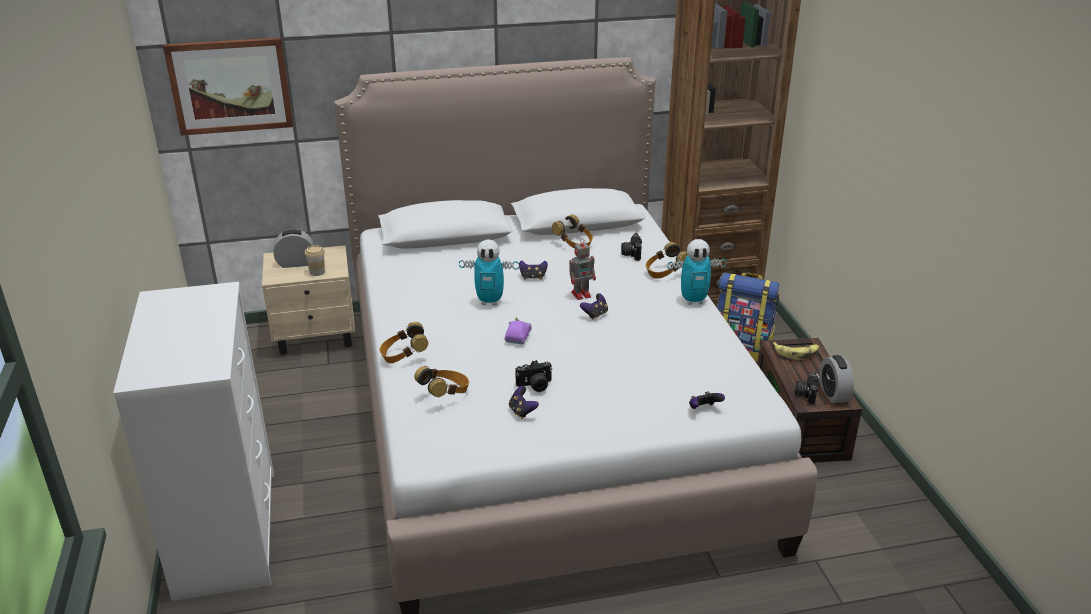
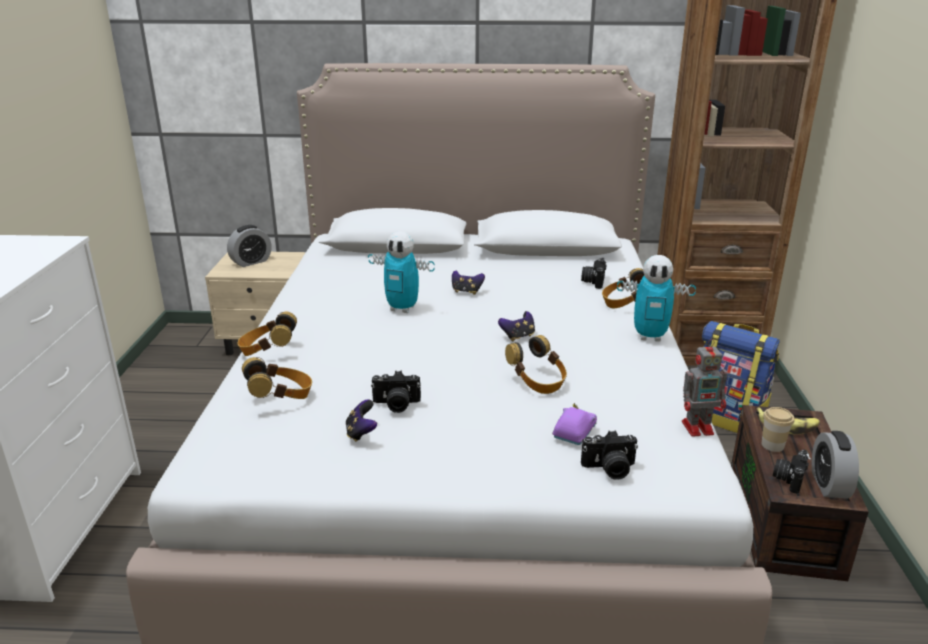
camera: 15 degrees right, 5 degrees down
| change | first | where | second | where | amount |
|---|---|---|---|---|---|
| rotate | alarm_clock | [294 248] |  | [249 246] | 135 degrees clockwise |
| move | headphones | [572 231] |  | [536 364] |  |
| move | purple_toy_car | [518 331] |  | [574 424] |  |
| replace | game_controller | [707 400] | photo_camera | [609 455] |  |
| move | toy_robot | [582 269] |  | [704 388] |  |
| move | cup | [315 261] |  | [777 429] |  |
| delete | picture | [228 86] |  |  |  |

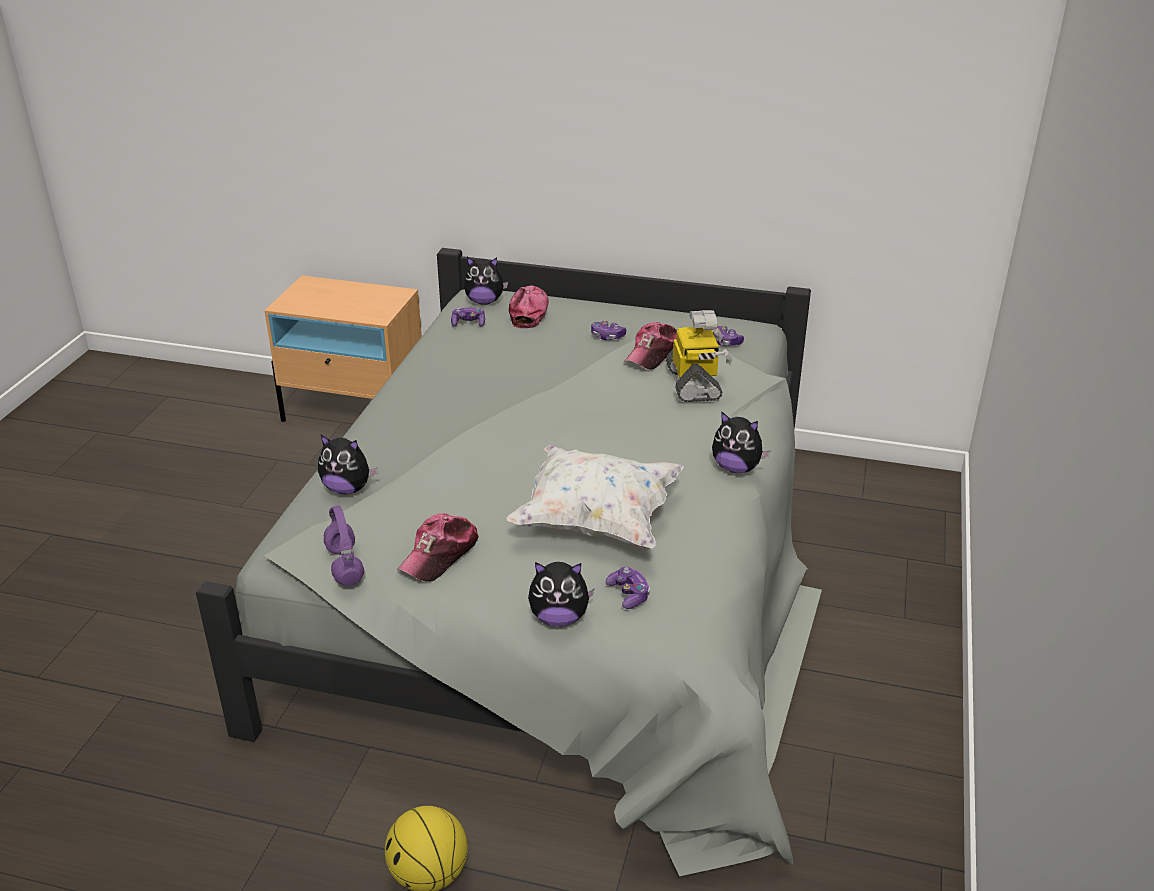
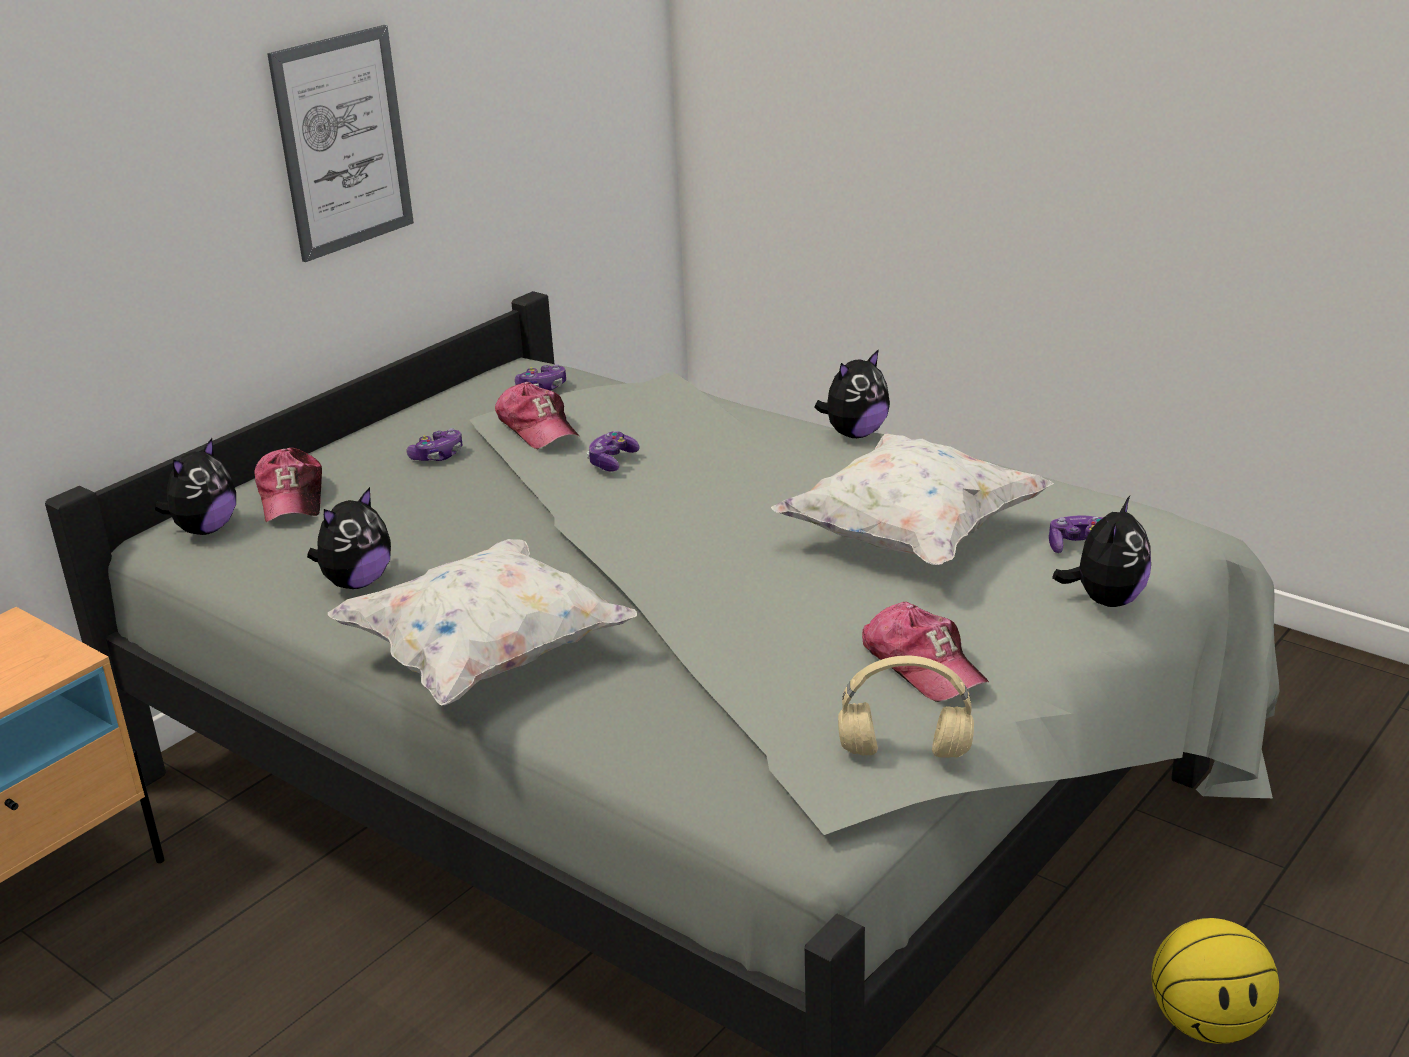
camera: 65 degrees left, 5 degrees down
| change | first | where | second | where | amount |
|---|---|---|---|---|---|
| rotate | cap | [529 307] |  | [288 485] | 135 degrees counterclockwise |
| insert |  |  | picture | [340 143] |  |
| move | plush_toy | [348 464] |  | [349 538] |  |
| insert |  |  | white_pillow | [482 622] |  |
| move | game_controller | [468 317] |  | [613 451] |  |
| recolor | purple_headphones | [344 546] | beige_headphones | [906 707] |  |
| delete | toy_robot | [699 356] |  |  |  |

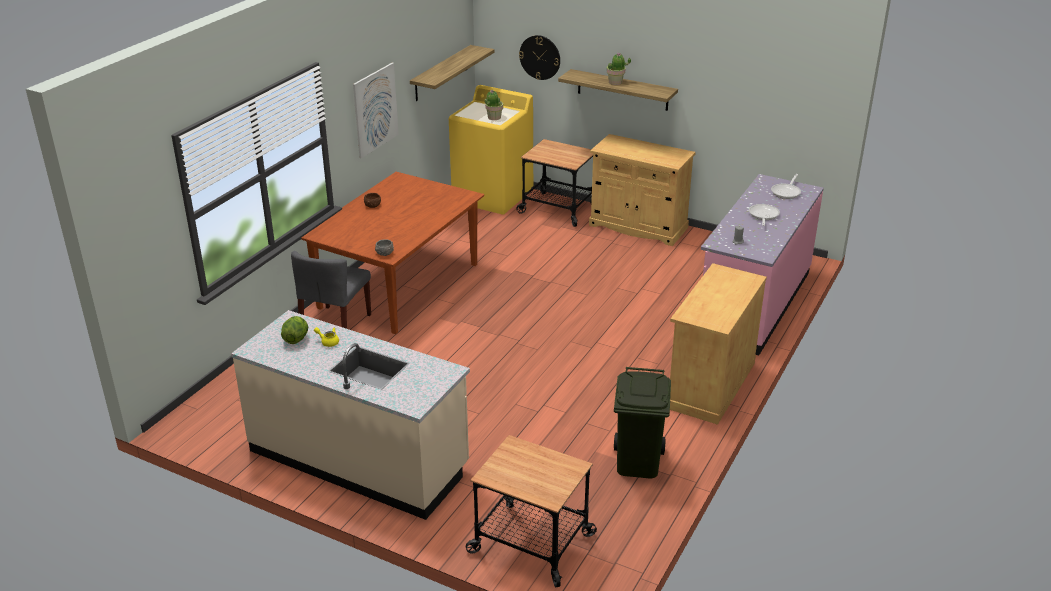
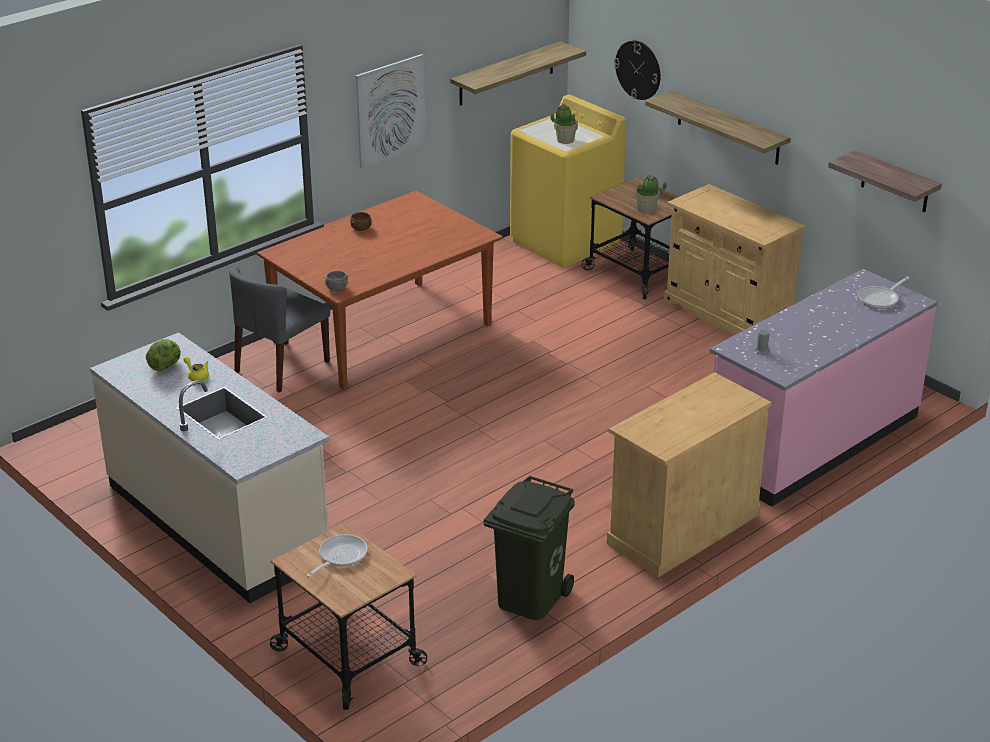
camera: 20 degrees right, 0 degrees up
| change | first | where | second | where | amount |
|---|---|---|---|---|---|
| move | frying_pan | [764 215] |  | [337 555] |  |
| move | potted_plant | [619 69] |  | [651 194] |  |
| insert |  |  | shelf | [885 181] |  |

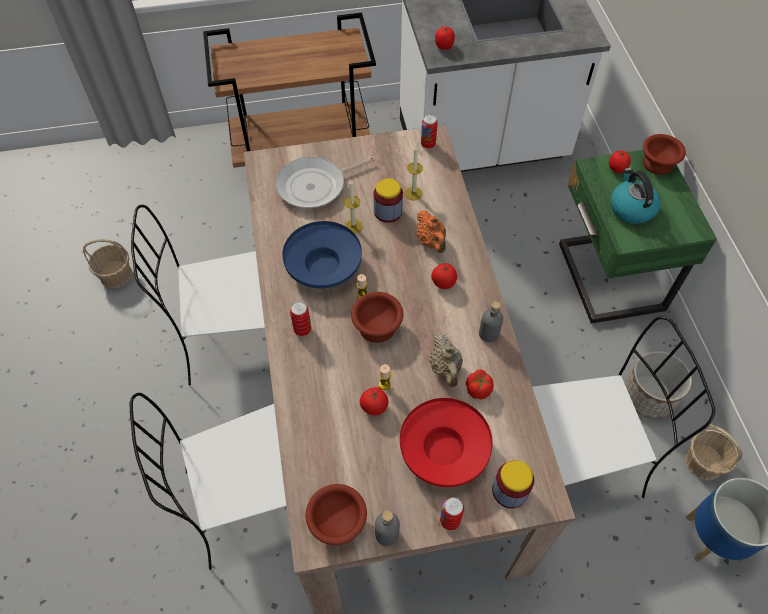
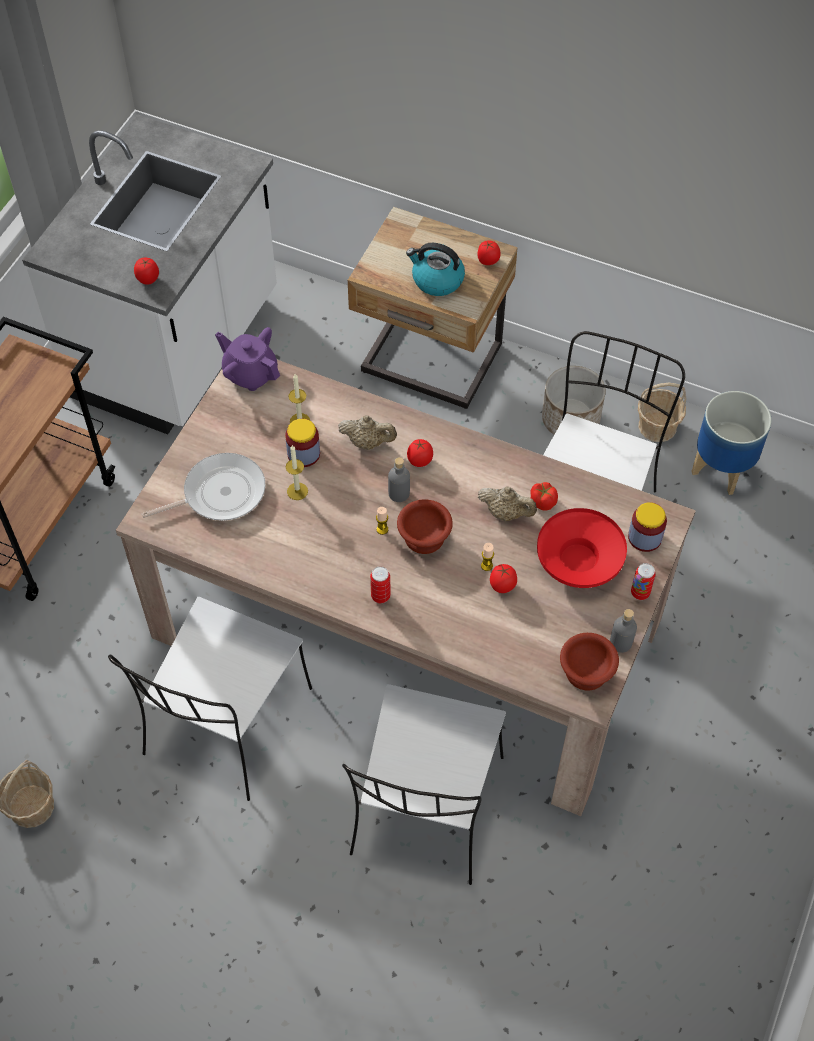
camera: 55 degrees left, 0 degrees up
| change | first | where | second | where | amount |
|---|---|---|---|---|---|
| rotate | frying_pan | [325 182] |  | [204 487] | 120 degrees counterclockwise |
| replace | can | [429 131] | purple_teapot | [247 359] |  |
| recolor | orange_teapot | [431 231] | beige_teapot | [367 432] |  |
| recolor | green_nightstand | [638 237] | beige_nightstand | [433 308] |  |
| move | grey_bottle | [491 322] |  | [399 479] |  |
| move | tomato | [620 162] |  | [489 252] |  |
| delete | blue_bowl | [322 254] |  |  |  |
| delete | brown_bowl | [664 154] |  |  |  |

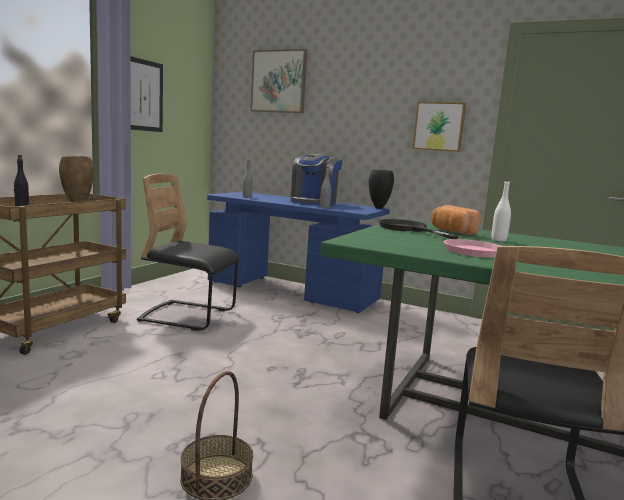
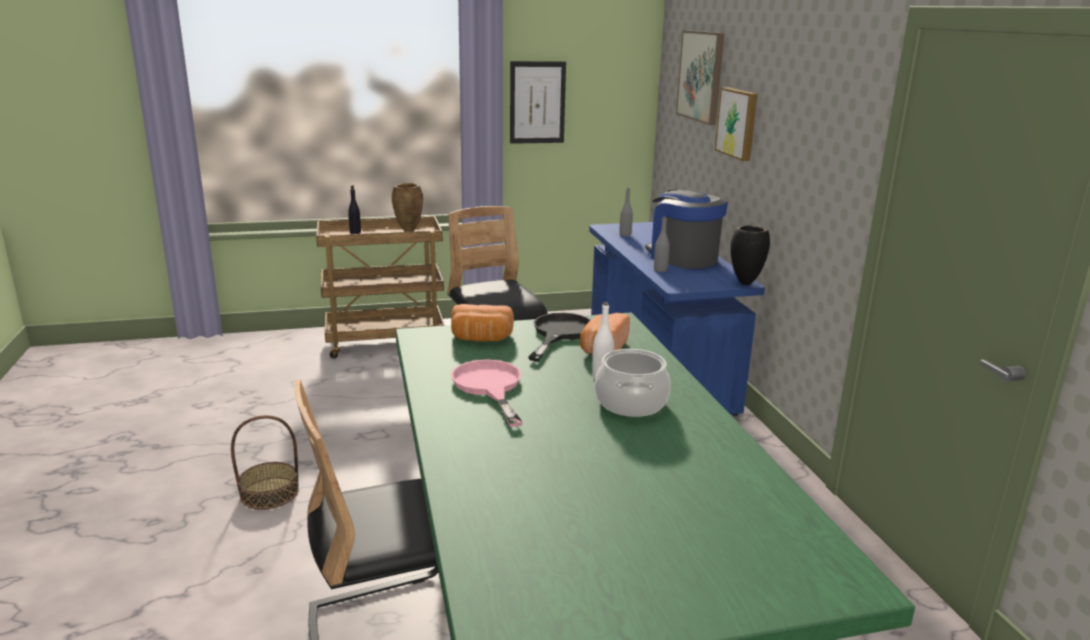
camera: 50 degrees right, 10 degrees up
| change | first | where | second | where | amount |
|---|---|---|---|---|---|
| insert |  |  | bread | [482 323] |  |
| insert |  |  | cooking_pot | [633 383] |  |
| rotate | coffee_machine | [317 179] |  | [686 229] | 75 degrees clockwise |
| move | picture | [439 127] |  | [736 124] |  |

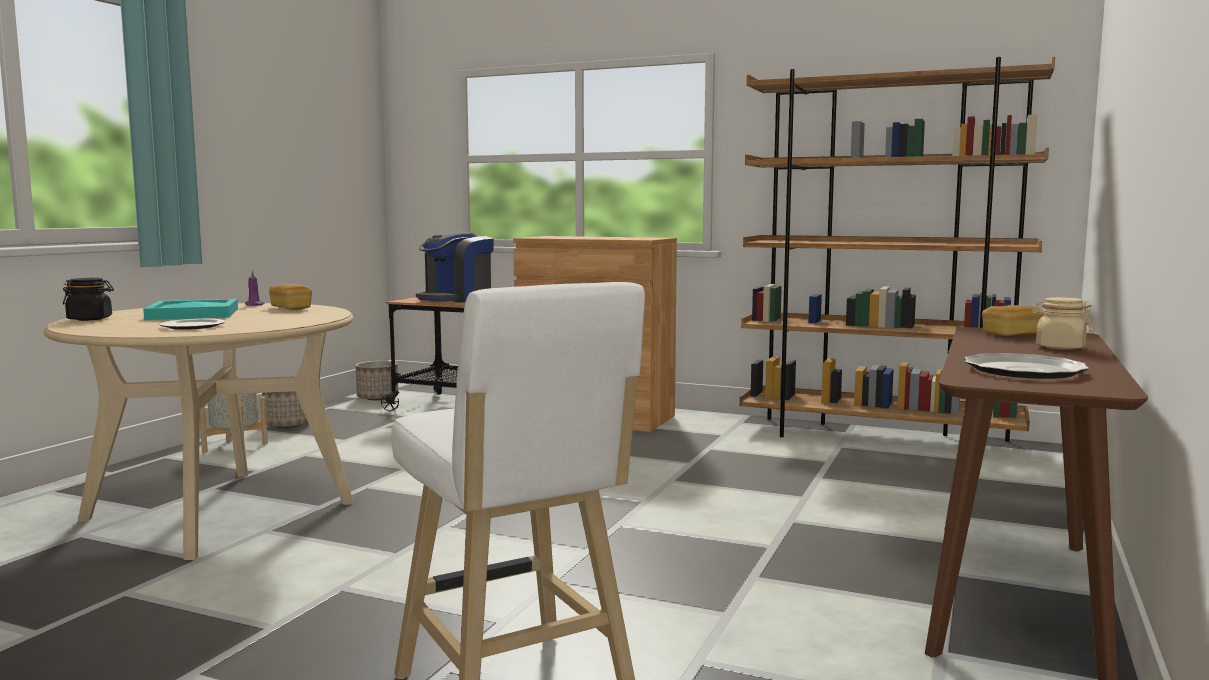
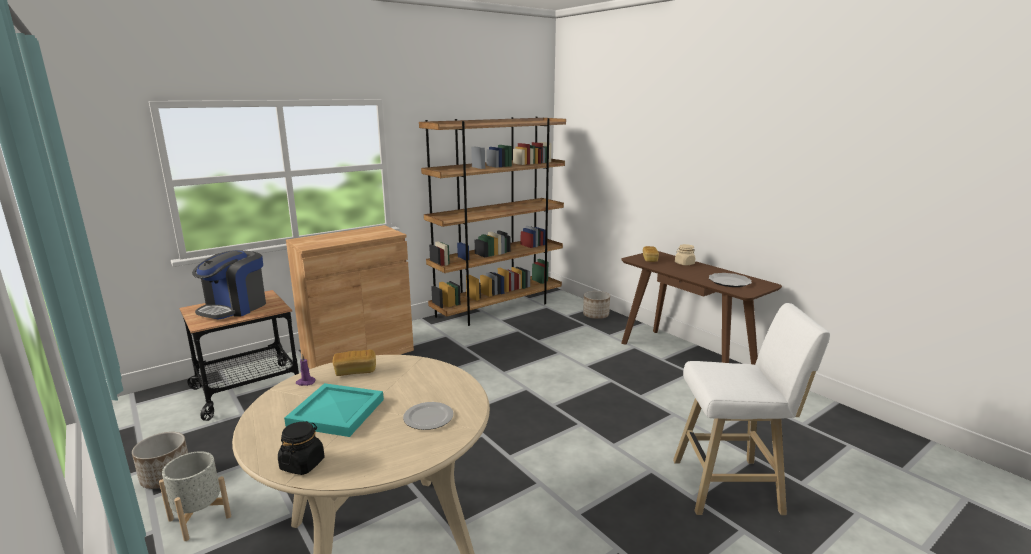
camera: 60 degrees left, 10 degrees up
| change | first | where | second | where | amount |
|---|---|---|---|---|---|
| rotate | coffee_machine | [455 267] |  | [229 284] | 45 degrees clockwise |
| move | planter | [377 380] |  | [596 305] |  |

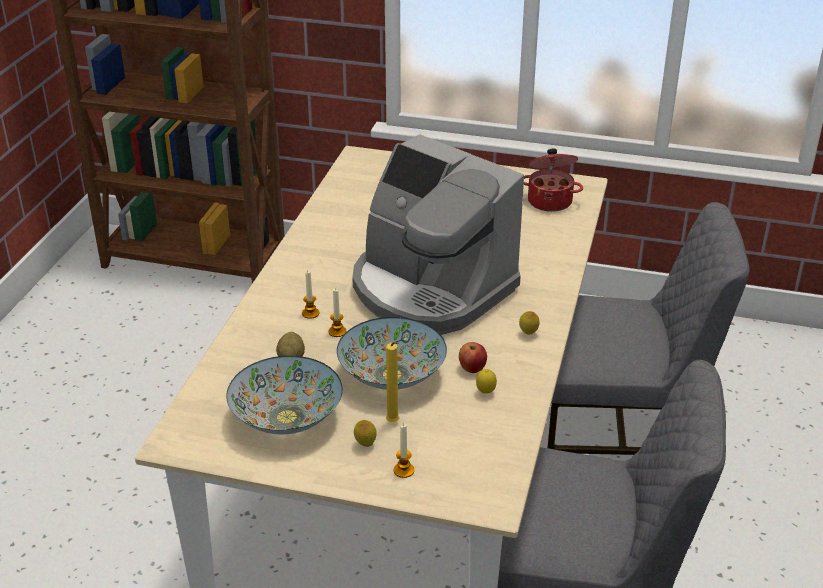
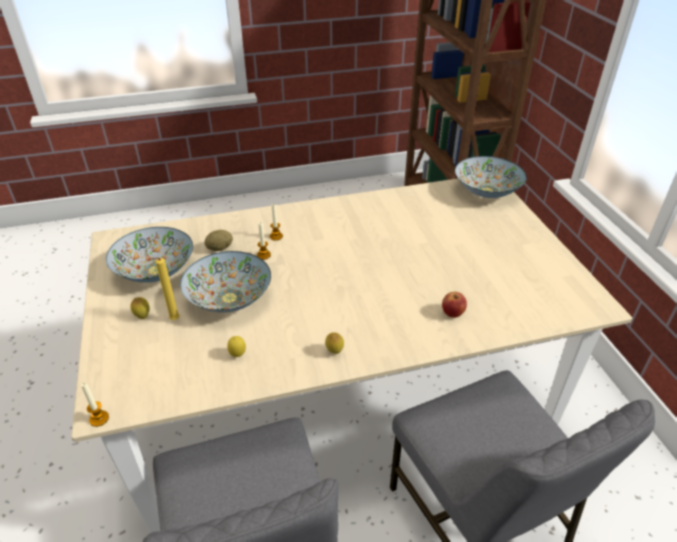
camera: 60 degrees right, 5 degrees up
| change | first | where | second | where | amount |
|---|---|---|---|---|---|
| move | candle | [404 451] |  | [95 405] |  |
| move | apple | [473 357] |  | [454 305] |  |
| insert |  |  | bowl | [491 177] |  |
| delete | coffee_machine | [438 234] |  |  |  |
| delete | cooking_pot | [553 180] |  |  |  |

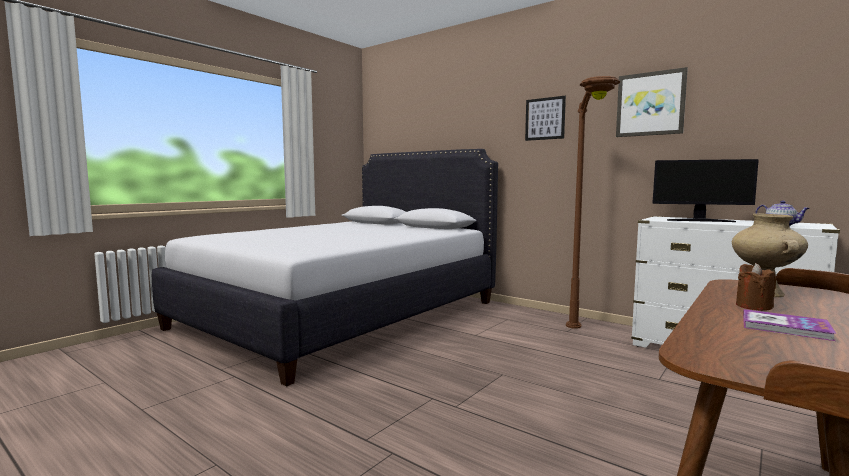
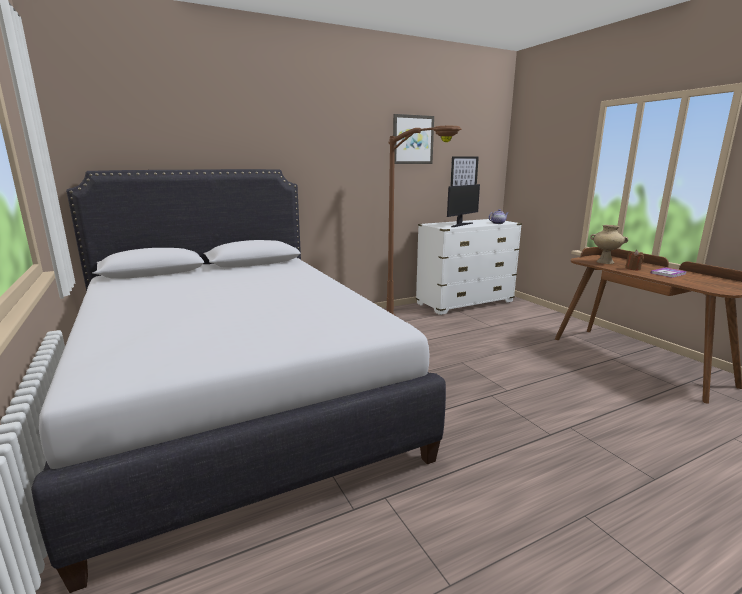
camera: 65 degrees left, 10 degrees up
| change | first | where | second | where | amount |
|---|---|---|---|---|---|
| move | picture | [545 118] |  | [464 171] |  |

